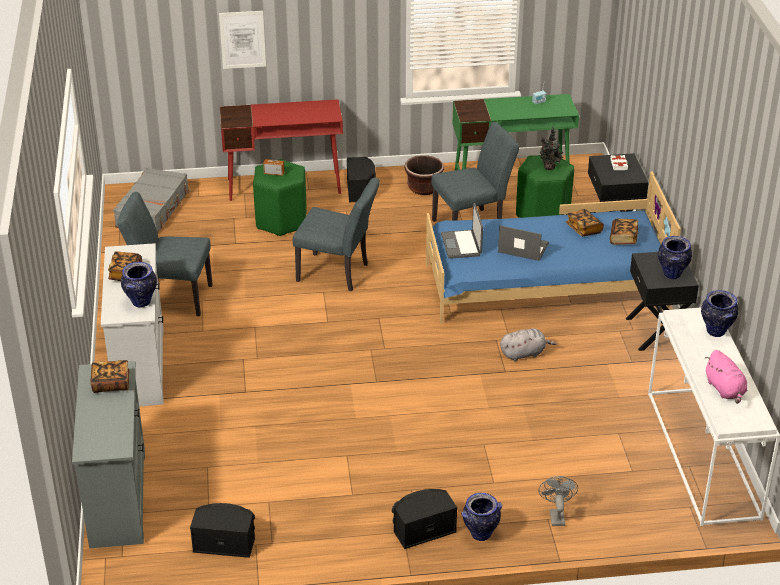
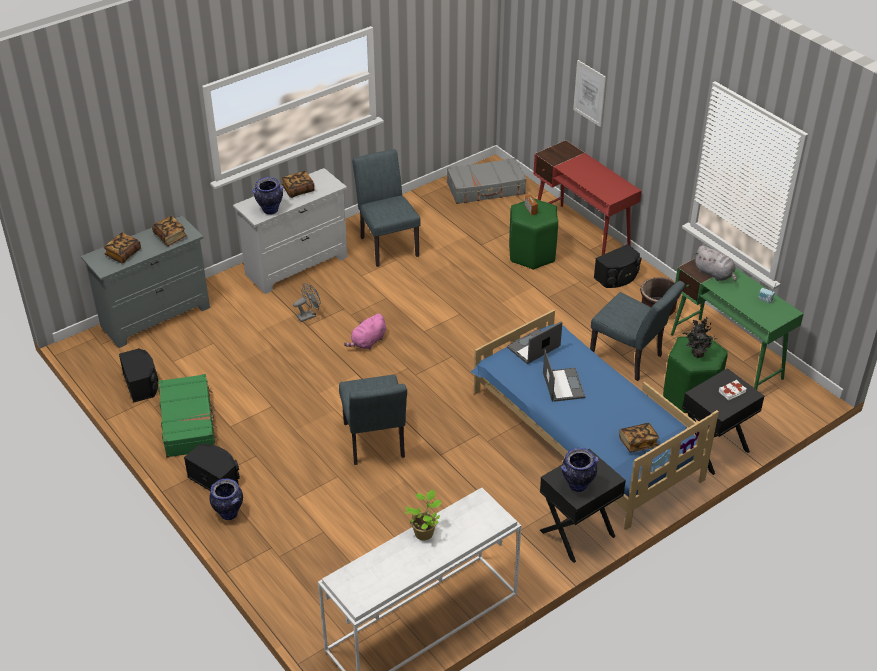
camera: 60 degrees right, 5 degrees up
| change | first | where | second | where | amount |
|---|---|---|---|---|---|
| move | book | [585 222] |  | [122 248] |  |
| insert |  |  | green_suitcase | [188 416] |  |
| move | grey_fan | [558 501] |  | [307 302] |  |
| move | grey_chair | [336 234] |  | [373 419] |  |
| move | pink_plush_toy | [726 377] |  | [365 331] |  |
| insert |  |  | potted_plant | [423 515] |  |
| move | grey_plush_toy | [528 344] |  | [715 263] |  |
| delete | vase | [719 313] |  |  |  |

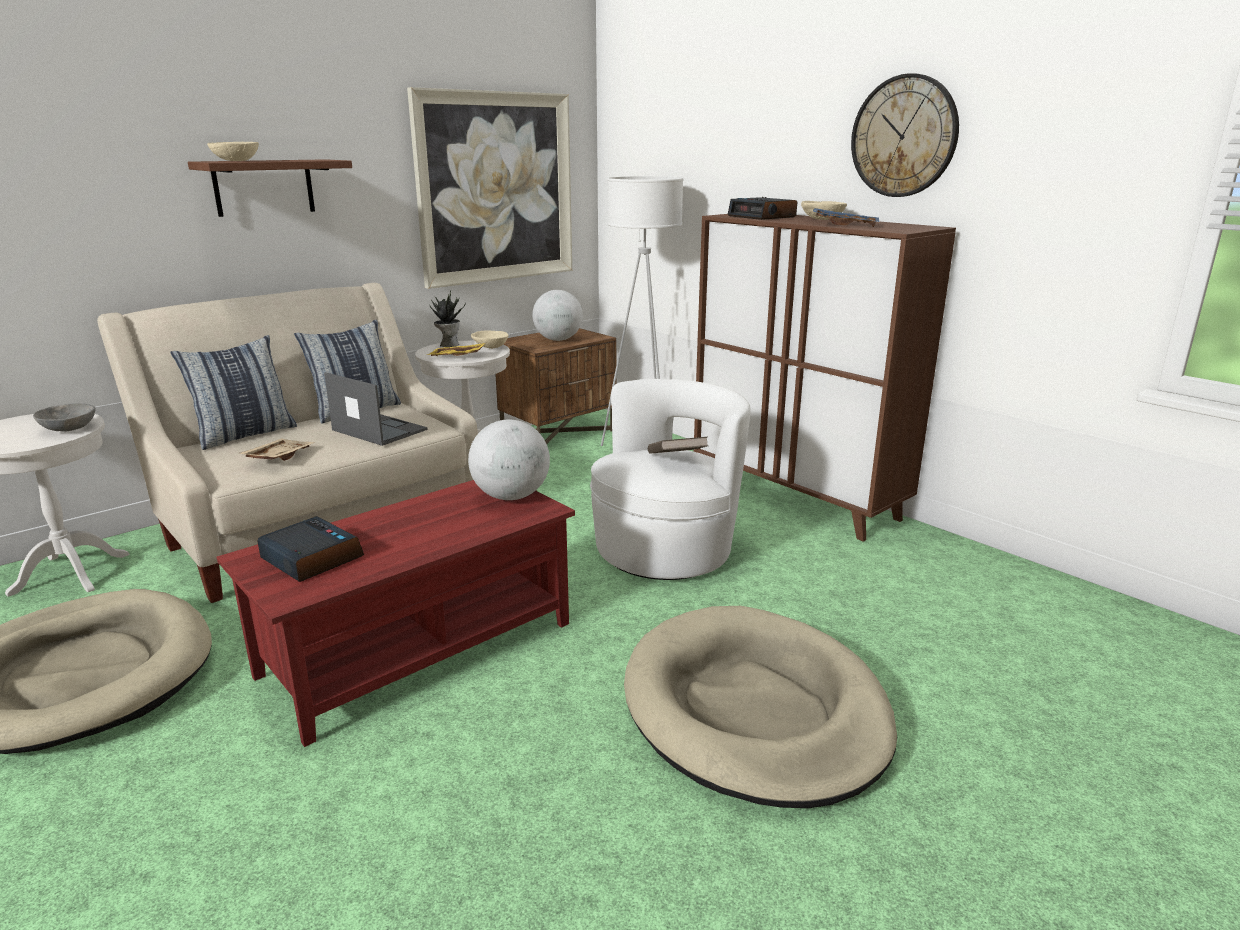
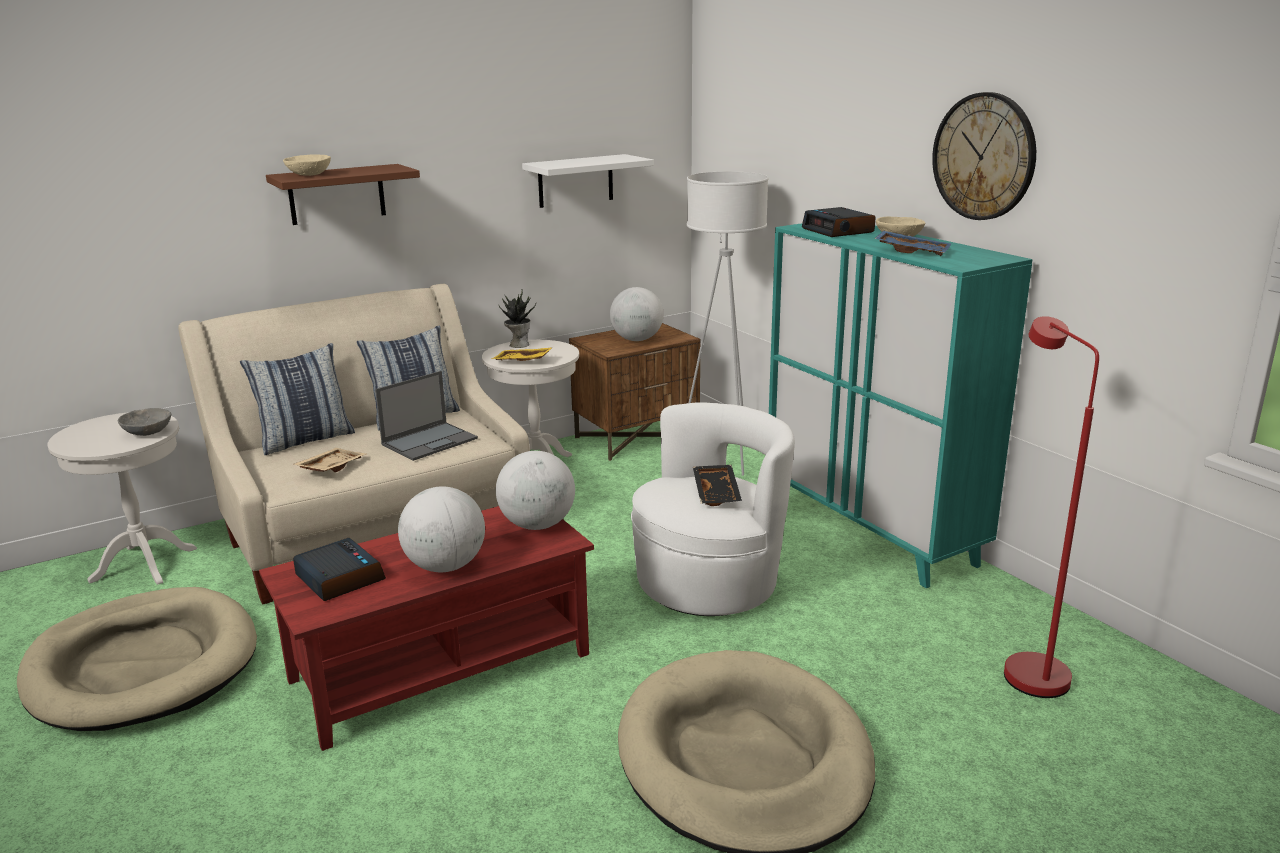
camera: 10 degrees right, 0 degrees up
| change | first | where | second | where | amount |
|---|---|---|---|---|---|
| rotate | laptop | [375 409] |  | [426 416] | 90 degrees clockwise |
| insert |  |  | globe | [441 529] |  |
| replace | picture | [489 188] | white_shelf | [588 181] |  |
| replace | brown_book | [678 445] | black_tray | [717 485] |  |
| recolor | brown_cabinet | [825 378] | turquoise_cabinet | [900 405] |  |
| insert |  |  | red_floor_lamp | [1051 507] |  |
| delete | beige_bowl | [490 340] |  |  |  |

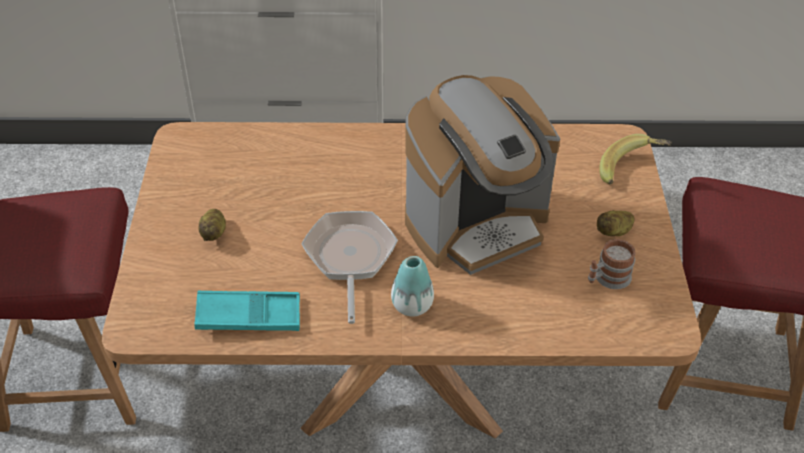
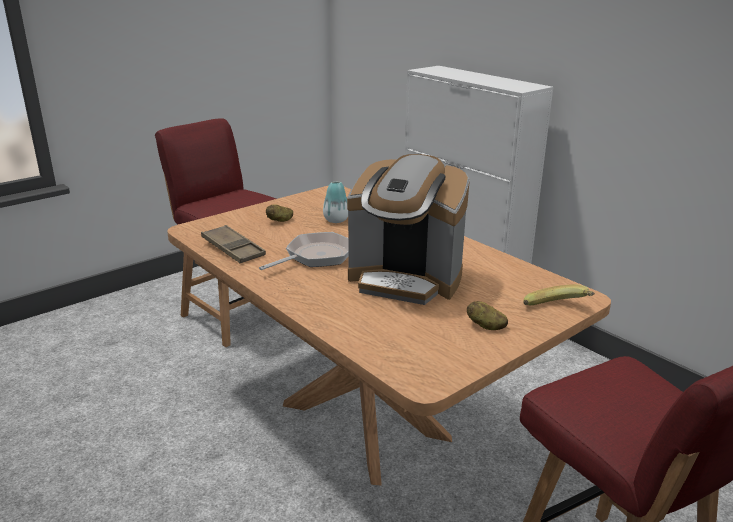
camera: 50 degrees right, 20 degrees down
| change | first | where | second | where | amount |
|---|---|---|---|---|---|
| recolor | turquoise_tray | [247 311] | brown_tray | [233 244] |  |
| move | vase | [412 286] |  | [335 202] |  |
| delete | mug | [611 264] |  |  |  |

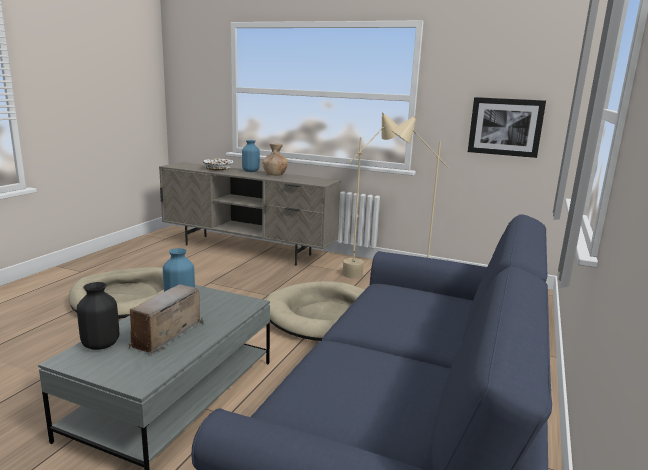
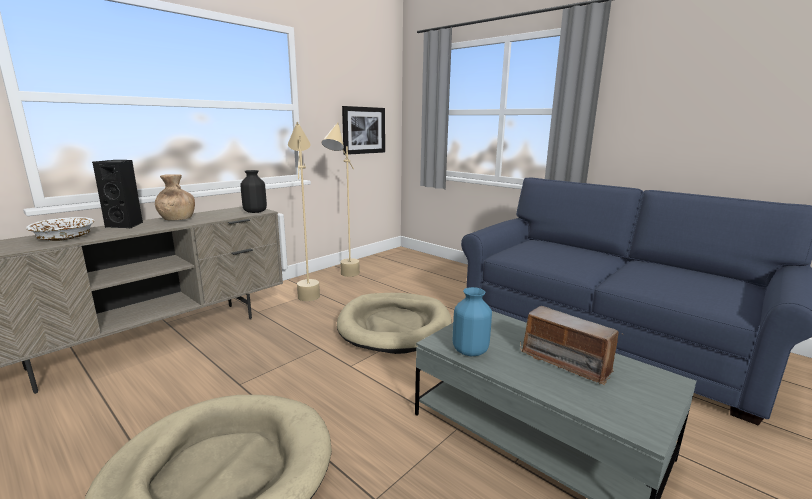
camera: 70 degrees left, 0 degrees up
| change | first | where | second | where | amount |
|---|---|---|---|---|---|
| replace | blue_vase | [251 156] | black_speaker | [117 194] |  |
| move | black_vase | [98 316] |  | [253 191] |  |

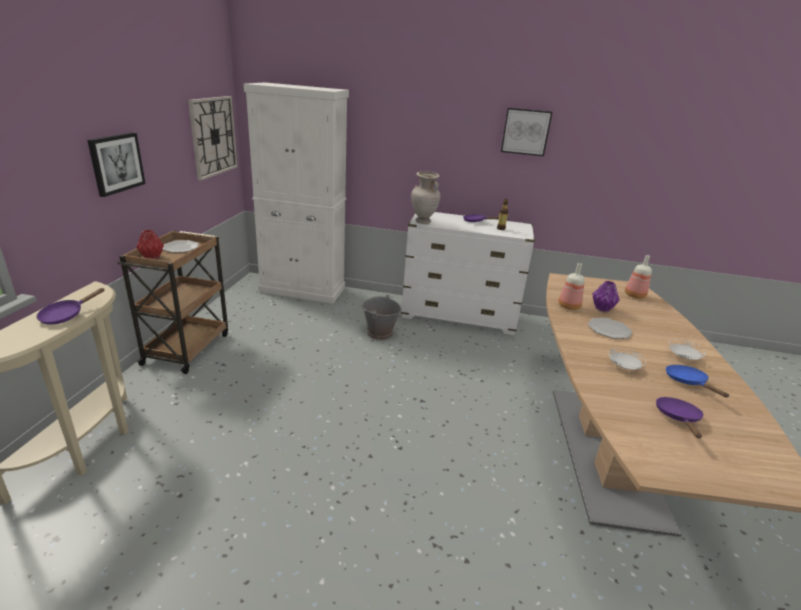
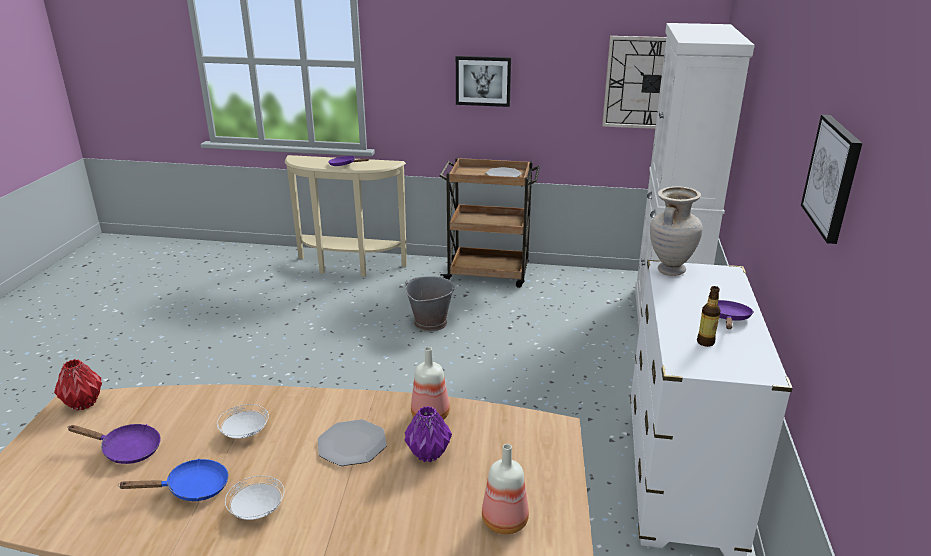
camera: 90 degrees right, 0 degrees up
| change | first | where | second | where | amount |
|---|---|---|---|---|---|
| move | red_vase | [150 244] |  | [78 385] |  |
| move | grey_bucket | [381 317] |  | [430 304] |  |

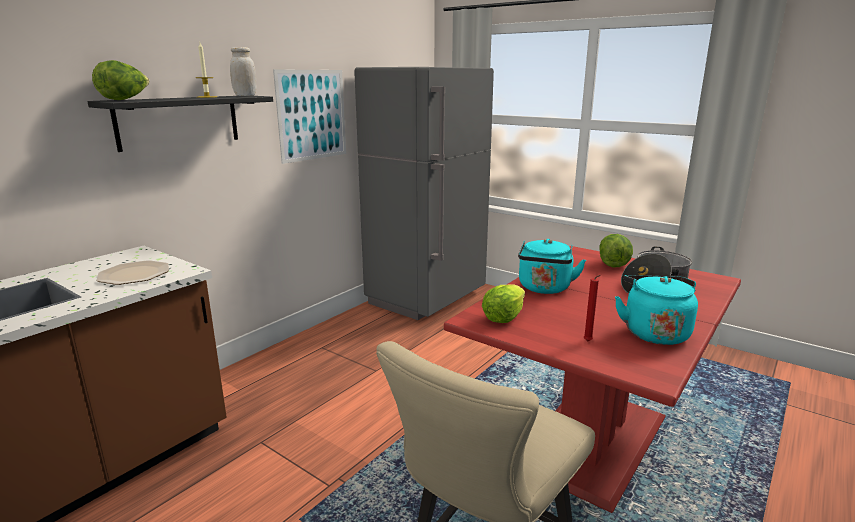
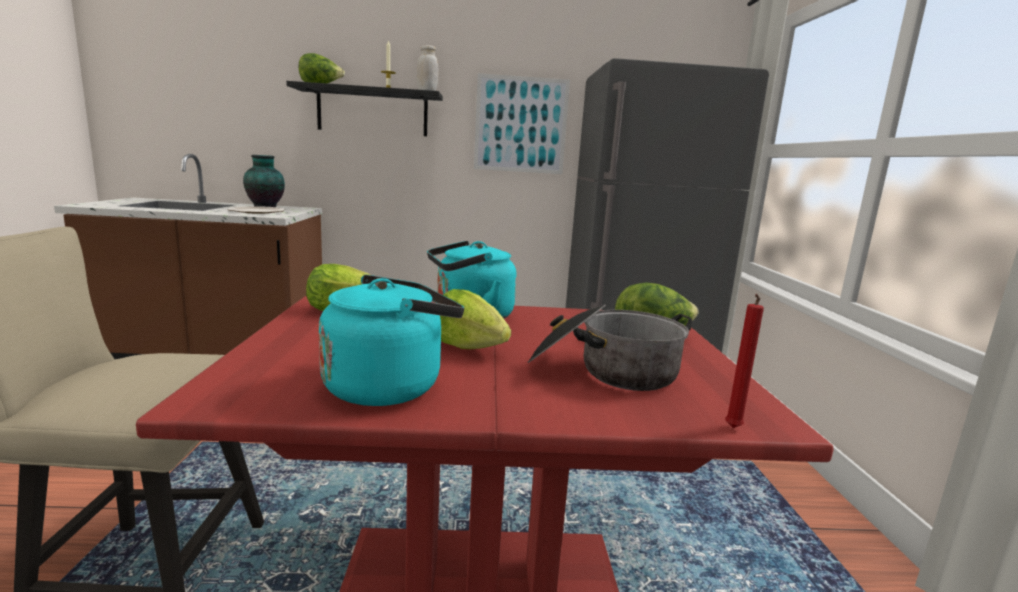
camera: 50 degrees right, 5 degrees down
| change | first | where | second | where | amount |
|---|---|---|---|---|---|
| insert |  |  | vase | [264 181] |  |
| insert |  |  | lettuce | [475 319] |  |
| move | red_candle | [592 308] |  | [744 361] |  |

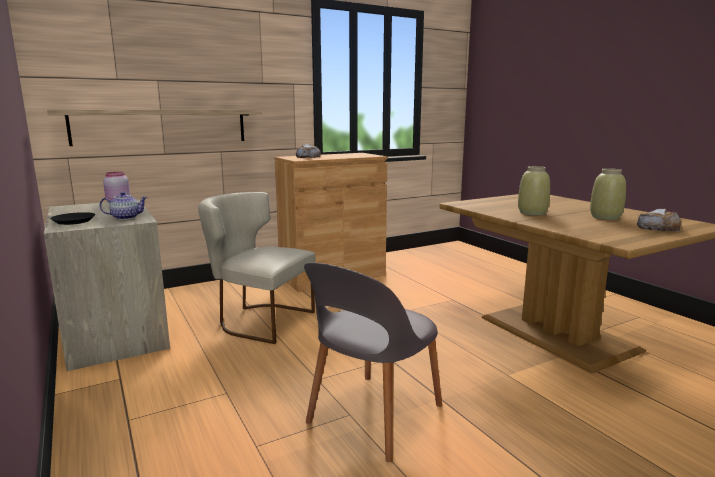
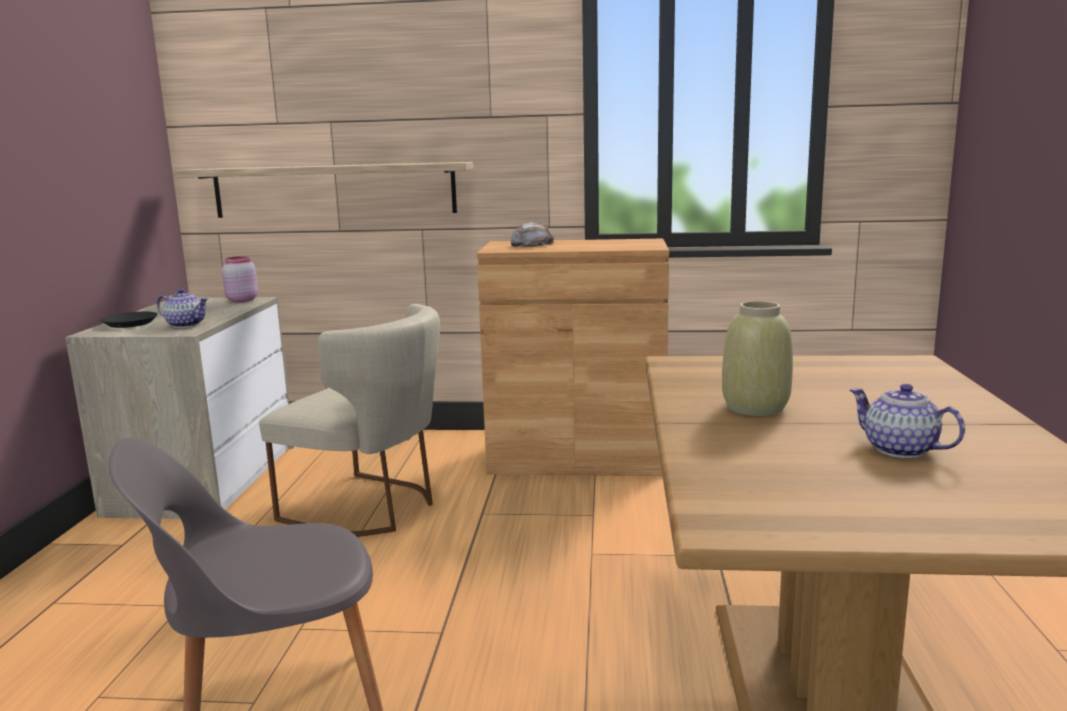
camera: 35 degrees right, 0 degrees up
| change | first | where | second | where | amount |
|---|---|---|---|---|---|
| rotate | beige_chair | [257 268] |  | [349 420] | 150 degrees clockwise |
| replace | beige_vase | [608 194] | teapot | [907 421] |  |
| delete | bread | [659 220] |  |  |  |

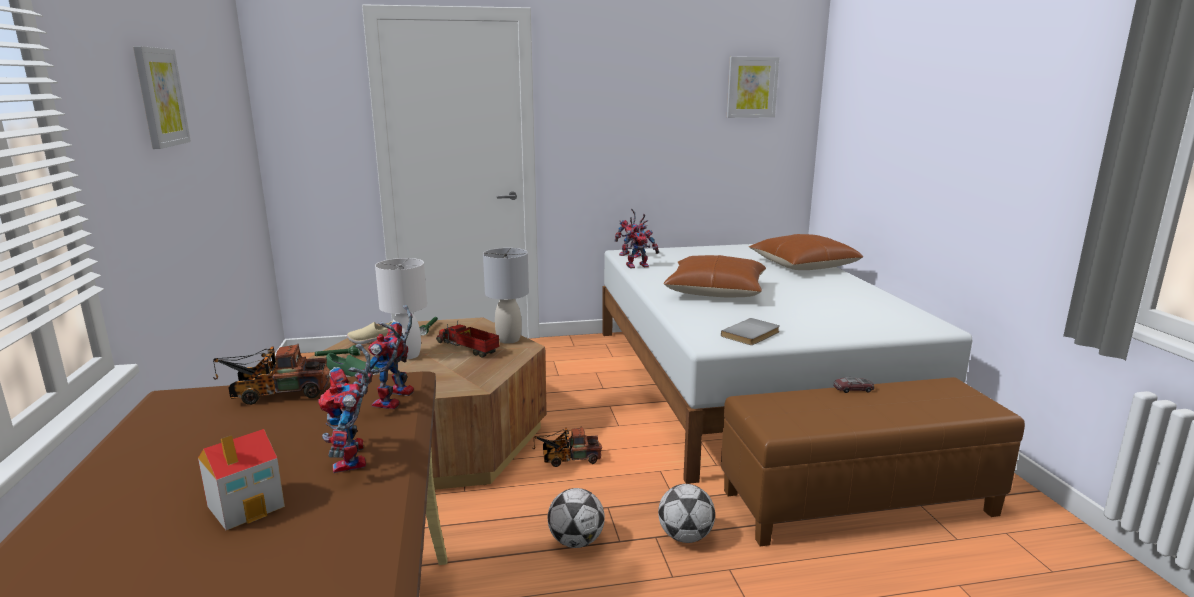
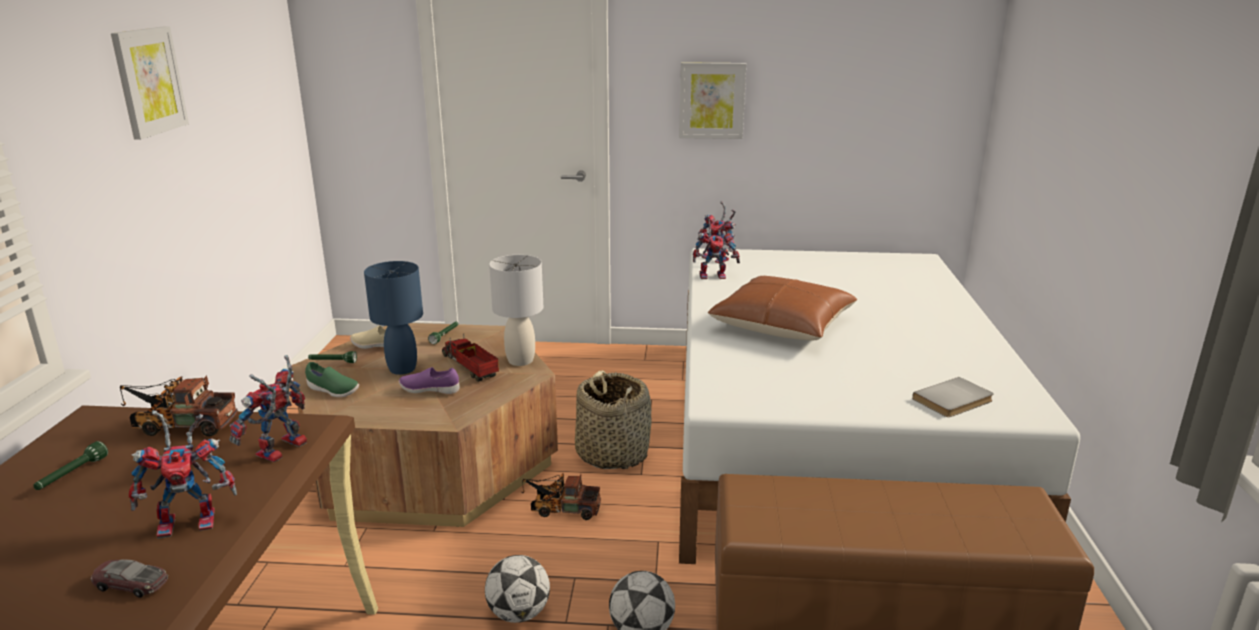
camera: 15 degrees right, 5 degrees up
| change | first | where | second | where | amount |
|---|---|---|---|---|---|
| insert |  |  | green_flashlight | [70 465] |  |
| move | toy_car | [854 385] |  | [129 579] |  |
| rotate | toy_robot | [344 408] |  | [183 474] | 105 degrees counterclockwise |
| recolor | white_table_lamp | [401 309] | blue_table_lamp | [393 318] |  |
| insert |  |  | purple_shoe | [429 380] |  |
| insert |  |  | basket | [613 419] |  |
| move | picture | [753 87] |  | [712 100] |  |
| move | grey_book | [750 331] |  | [953 397] |  |
| delete | toy_house | [241 480] |  |  |  |
| delete | brown_pillow | [806 252] |  |  |  |

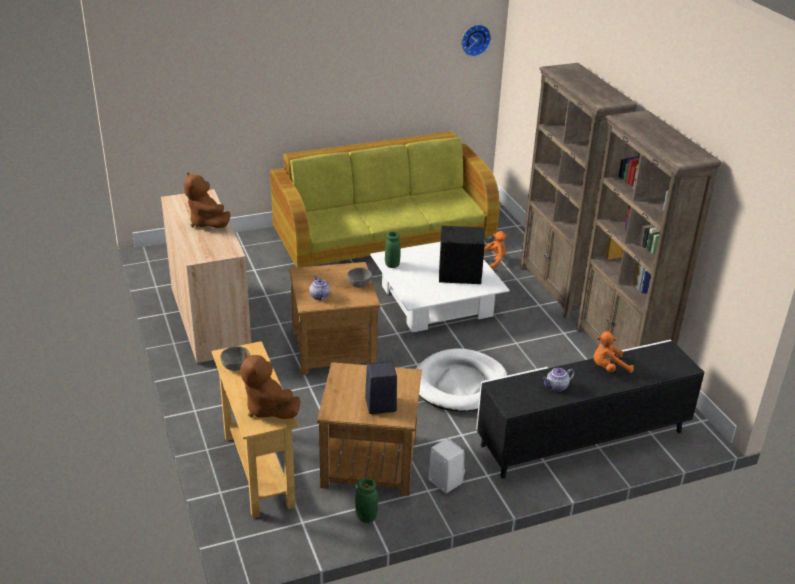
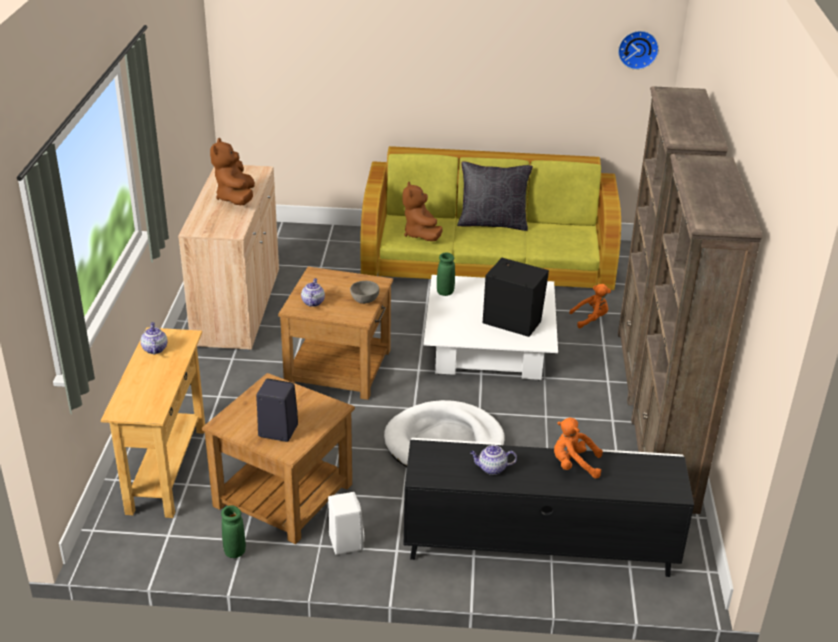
camera: 25 degrees right, 0 degrees up
| change | first | where | second | where | amount |
|---|---|---|---|---|---|
| replace | grey_bowl | [235 358] | teapot | [153 338] |  |
| move | brown_plush_toy | [270 385] |  | [422 211] |  |
| insert |  |  | black_pillow | [495 196] |  |

